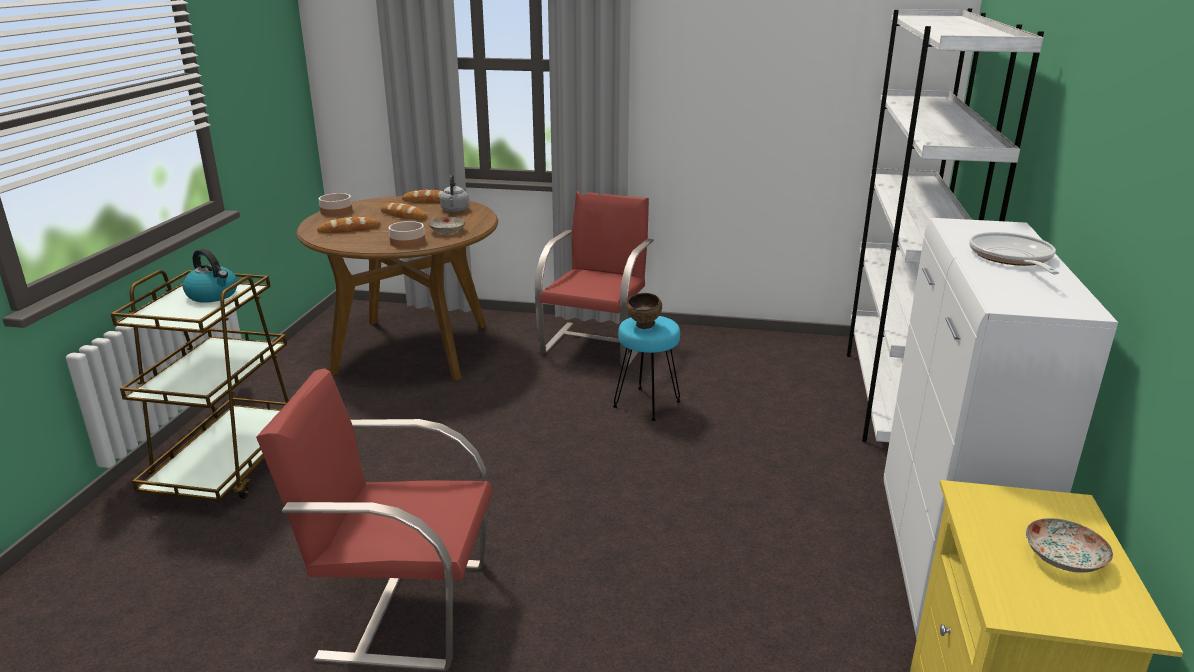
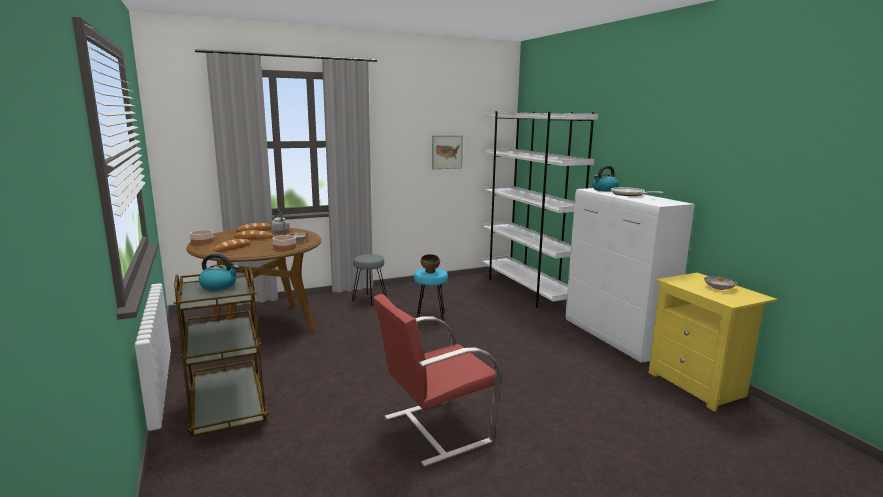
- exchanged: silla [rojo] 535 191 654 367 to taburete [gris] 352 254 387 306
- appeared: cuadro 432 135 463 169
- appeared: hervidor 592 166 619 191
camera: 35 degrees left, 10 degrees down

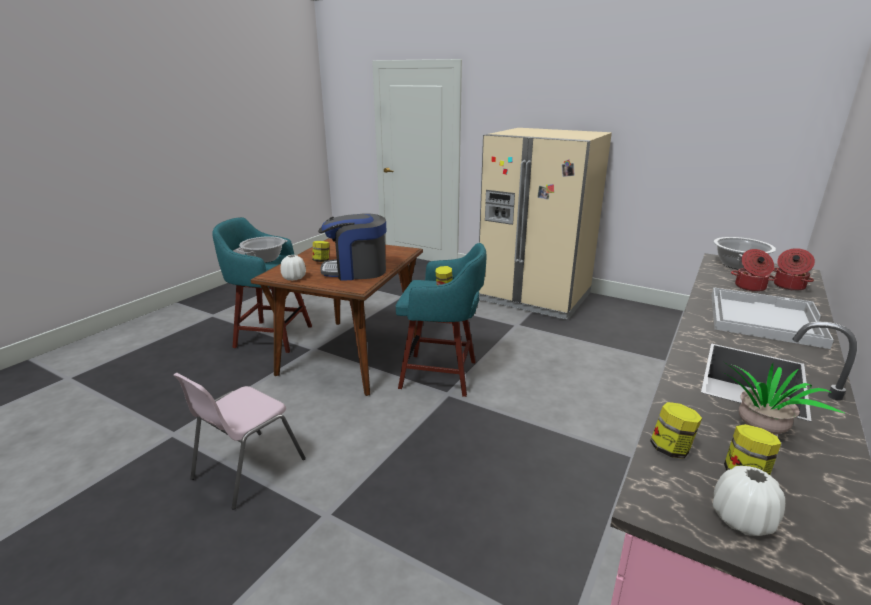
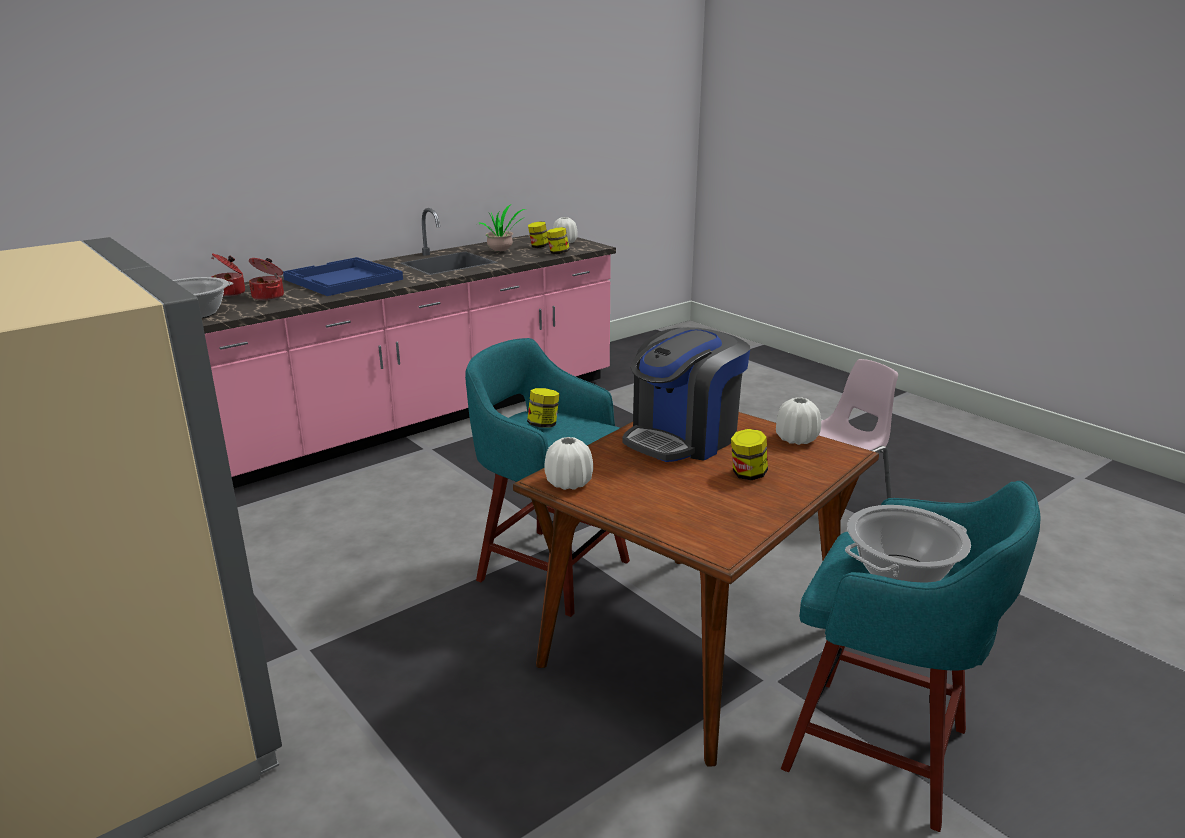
- colour: bandeja [blanco] 712 287 834 349 to bandeja [azul] 283 257 403 296
- appeared: florero [blanco] 544 437 593 490
- spun: cafetera 318 214 387 281 = 622 327 750 462 120 degrees clockwise
camera: 160 degrees left, 0 degrees up

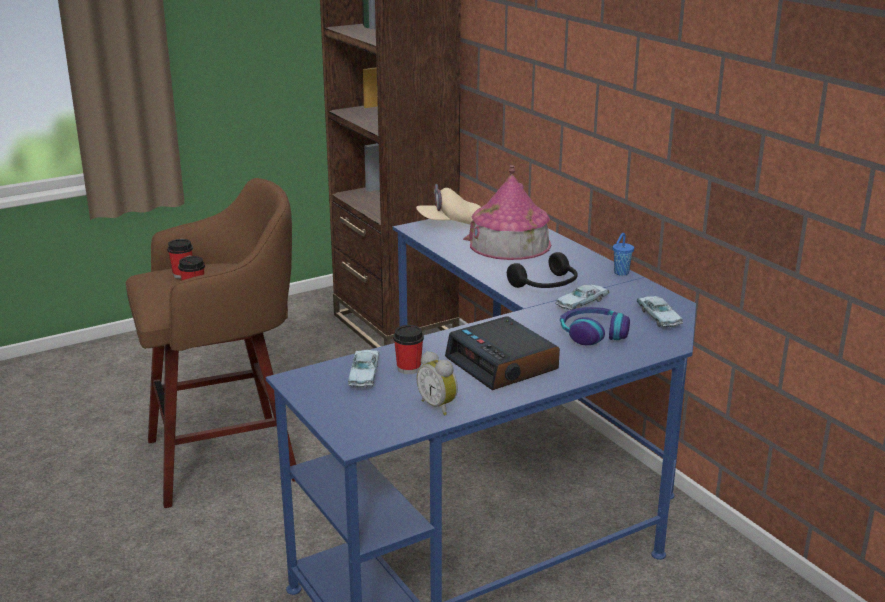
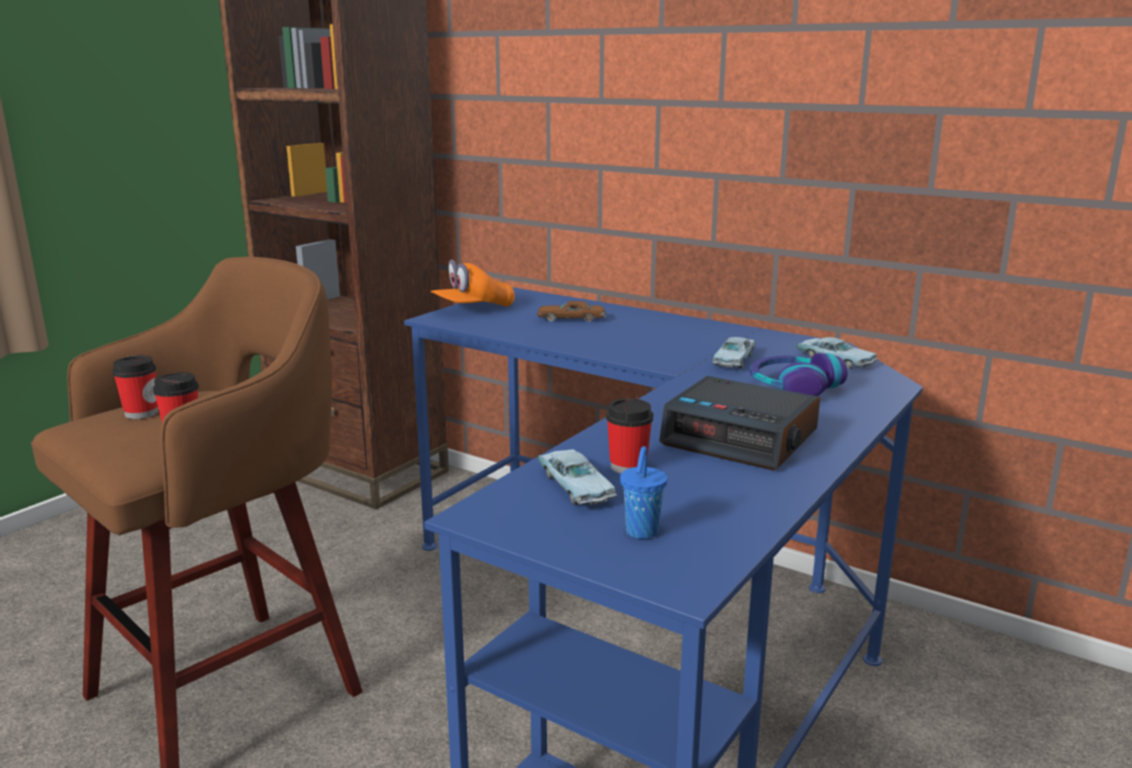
- colour: gorra [beis] 416 184 481 225 to gorra [naranja] 430 260 515 307
- exchanged: casita 463 165 551 260 to coche de juguete [marrón] 537 301 606 322
- relocated: taza [azul] 613 233 634 276 to 620 446 667 539
- missing: despertador 416 351 458 415
- missing: auriculares [negro] 507 252 578 288
camera: 25 degrees left, 5 degrees down

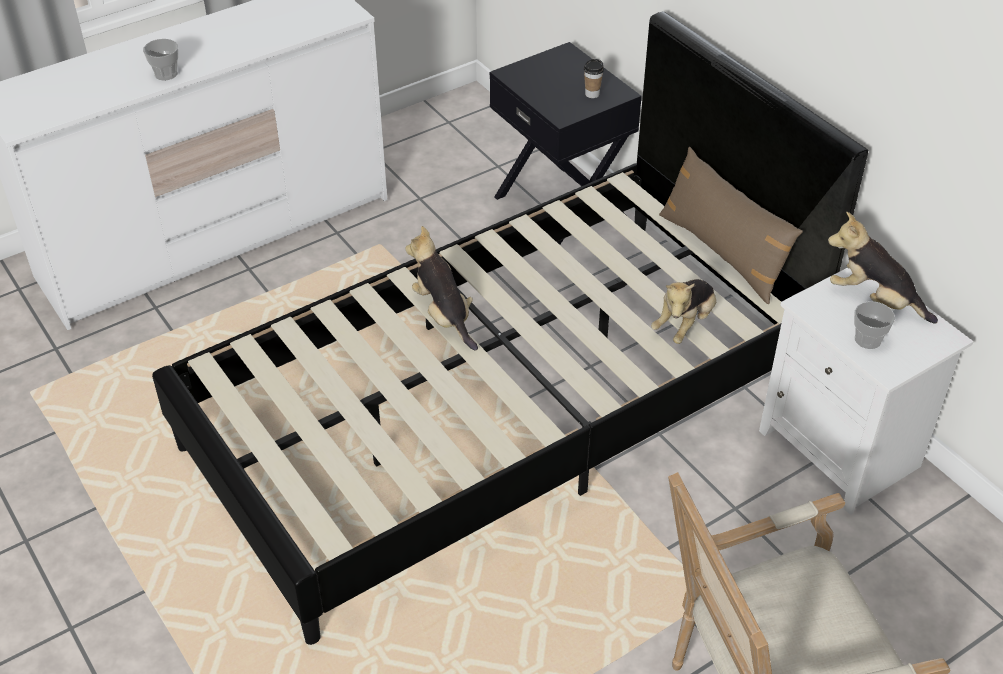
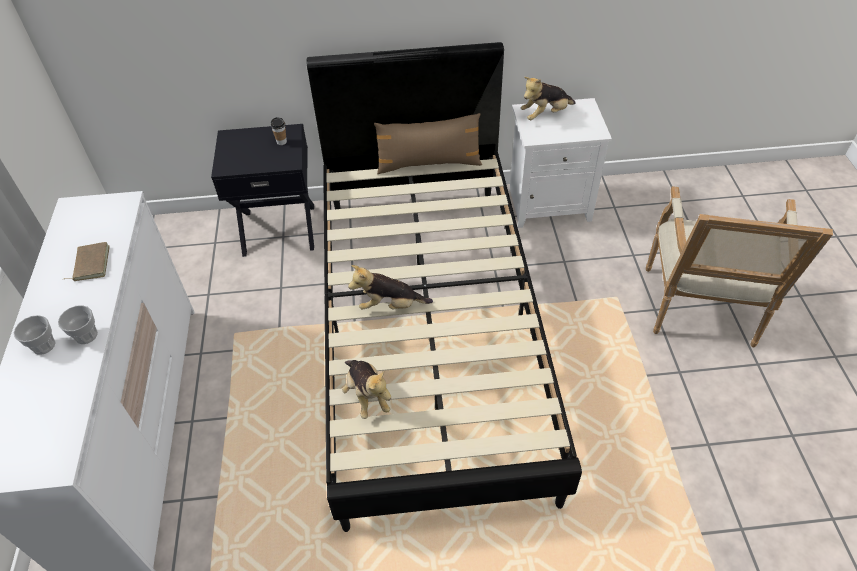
- relocated: taza 854 301 895 349 to 14 315 56 355
- appeared: libro [marrón] 62 242 110 281
- relocated: peluche 651 279 716 344 to 342 360 391 419
camera: 60 degrees left, 5 degrees up

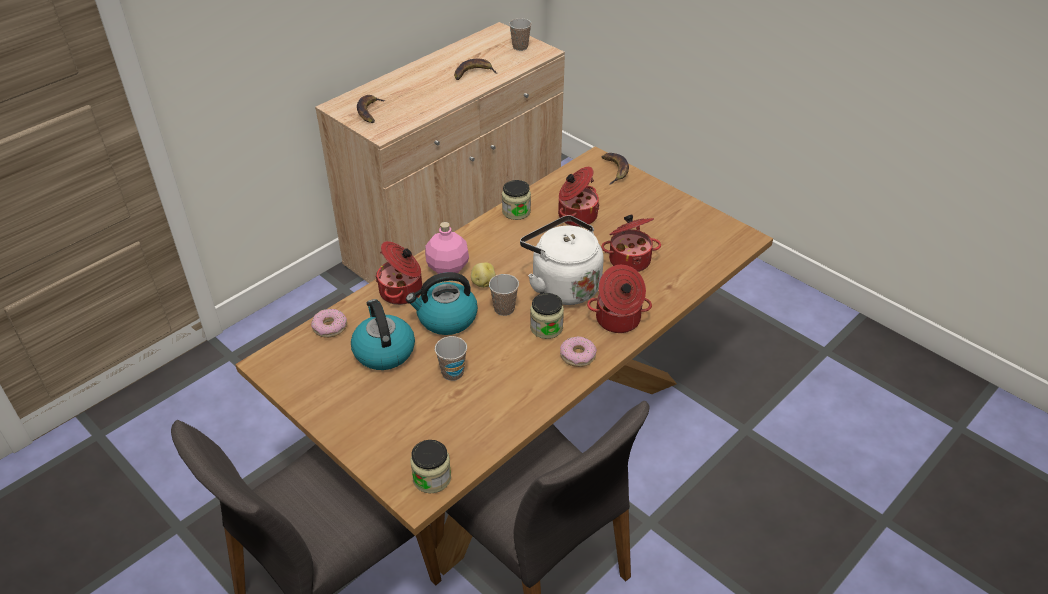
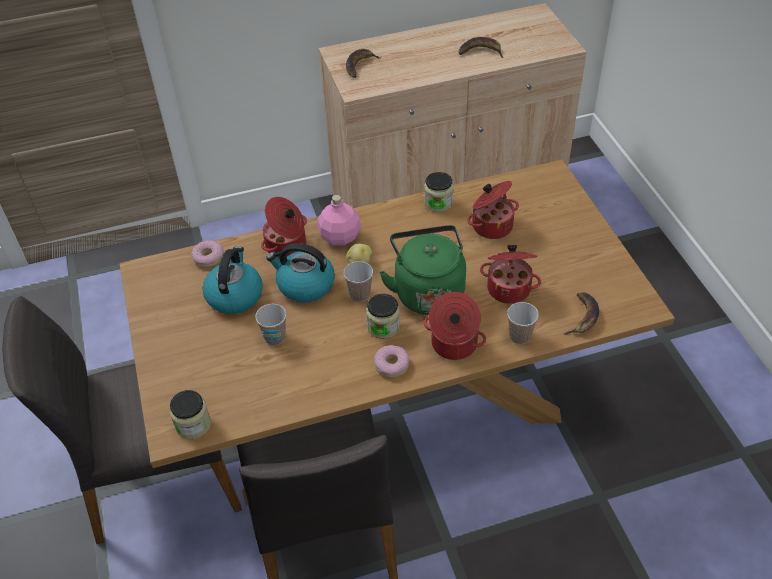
- colour: hervidor [blanco] 520 215 604 305 to hervidor [verde] 379 225 466 315
- relocated: taza 509 18 531 51 to 507 302 539 344
- relocated: plátano 602 153 629 185 to 563 292 599 335
camera: 30 degrees right, 5 degrees up

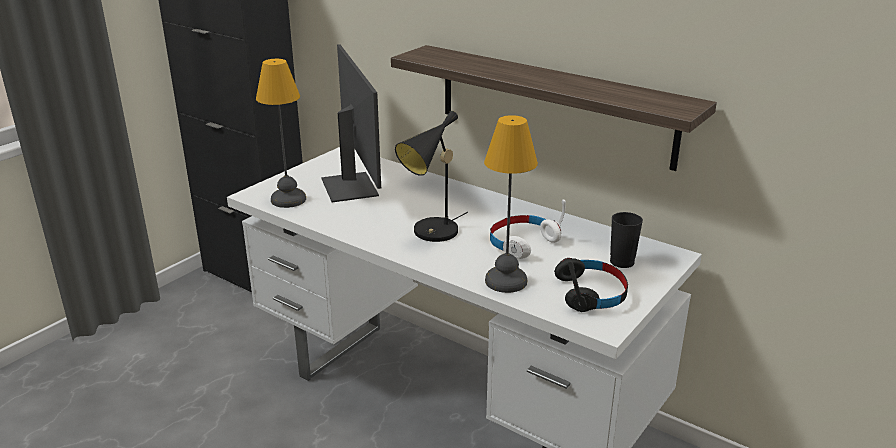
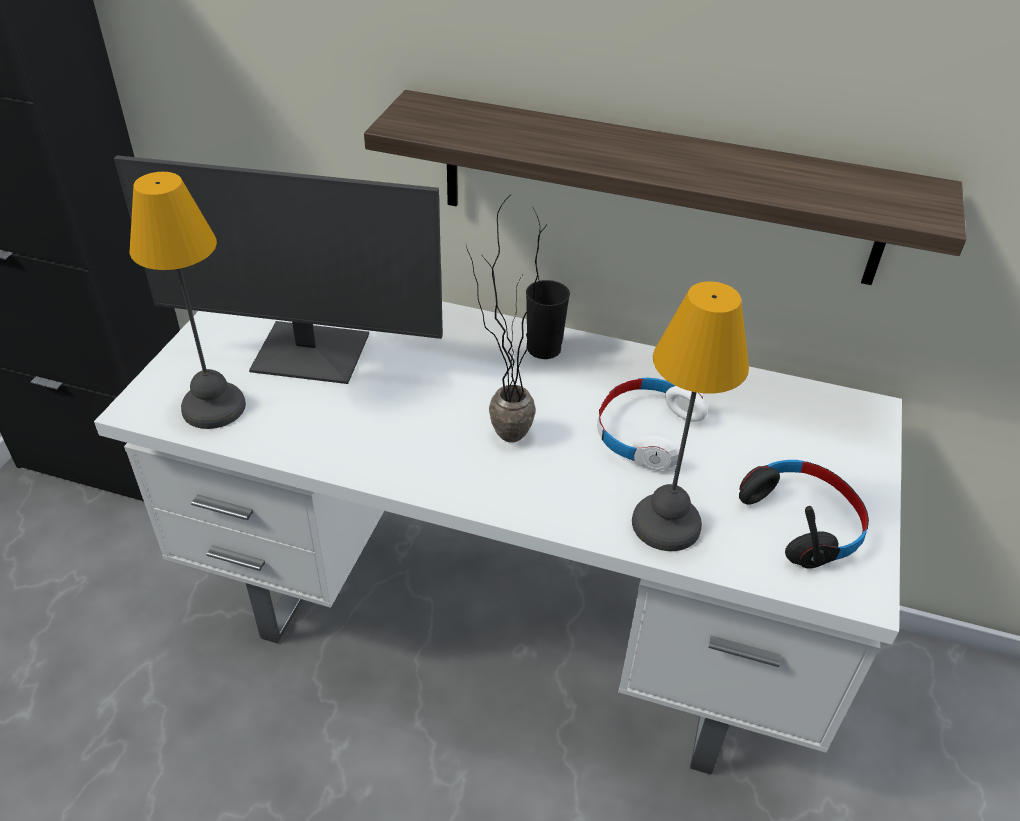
- spun: monitor 321 44 381 203 = 114 155 443 384 135 degrees clockwise
- exchanged: lámpara de mesa [negro] 395 111 468 242 to planta en maceta 465 193 547 443
- relocated: taza [negro] 610 212 643 268 to 526 280 570 359
camera: 20 degrees left, 15 degrees up

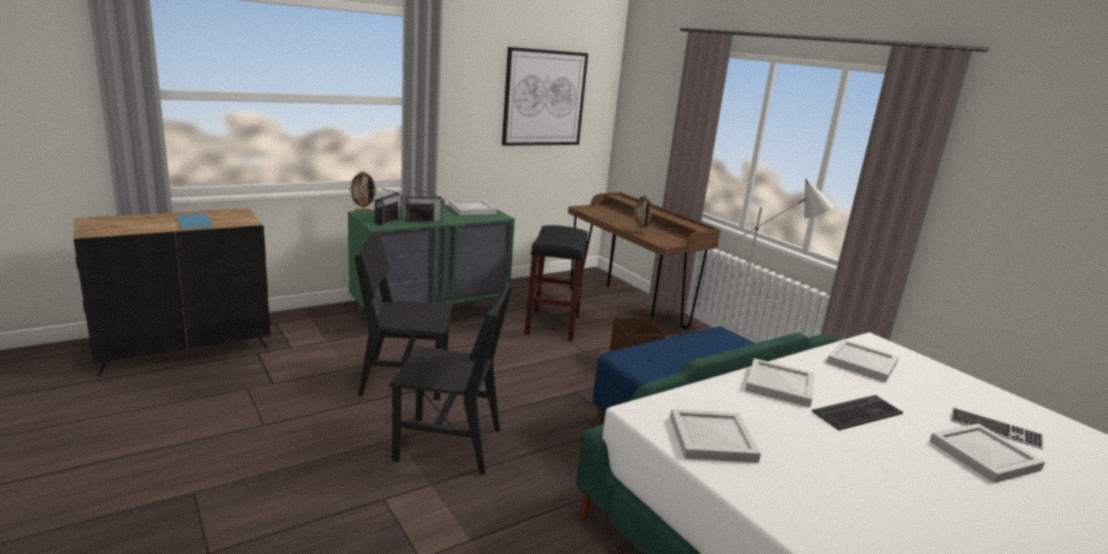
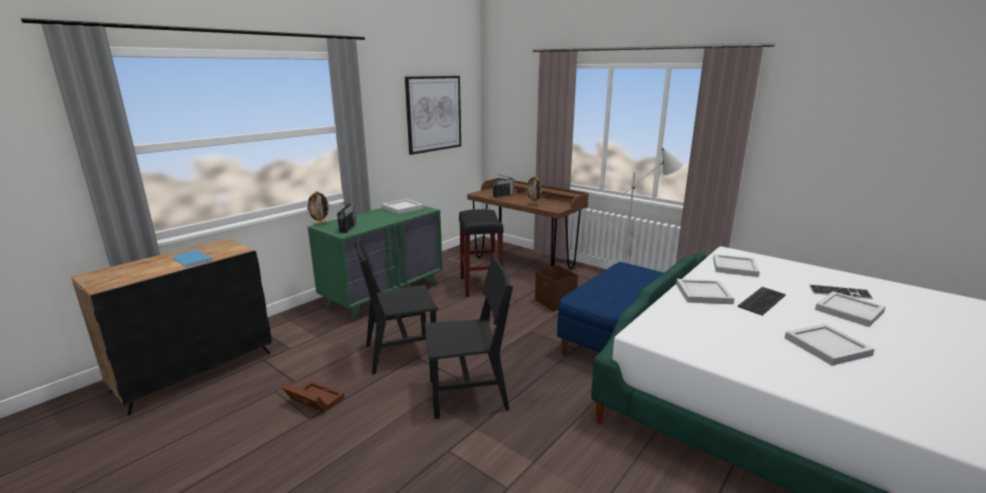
- appeared: caja de almacenaje [marrón] 281 381 344 413
- relocated: radio 403 187 445 223 to 492 174 515 198
- relocated: bandeja [blanco] 670 409 761 463 to 785 324 875 366
camera: 15 degrees left, 0 degrees up

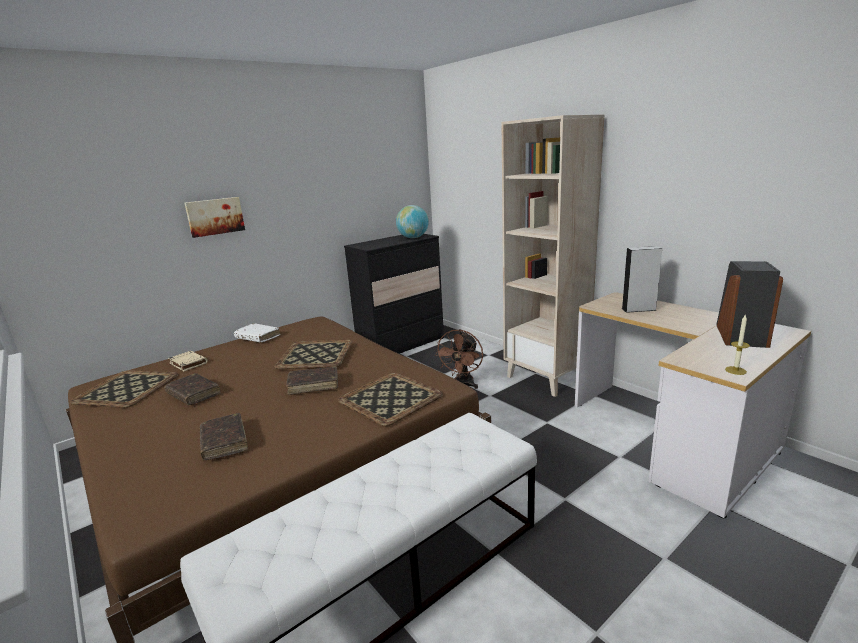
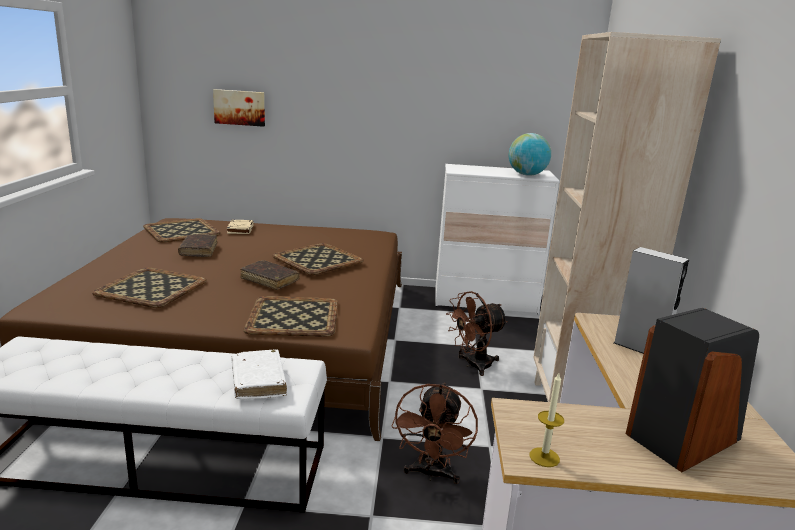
- exchanged: libro [marrón] 200 413 248 460 to bandeja 92 267 207 308
- relocated: cuadro 184 197 245 238 to 213 89 265 127
- relocated: libro [blanco] 234 323 280 343 to 232 349 287 399
- appeared: ventilador [marrón] 391 382 478 484
- colour: cómoda [negro] 344 234 444 354 to cómoda [blanco] 435 164 560 314
camera: 40 degrees right, 0 degrees up

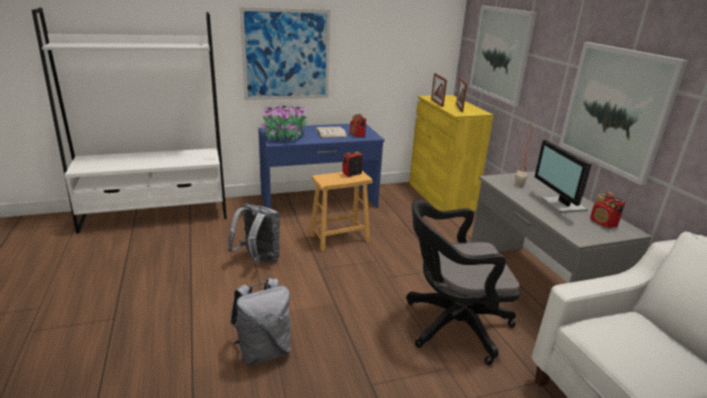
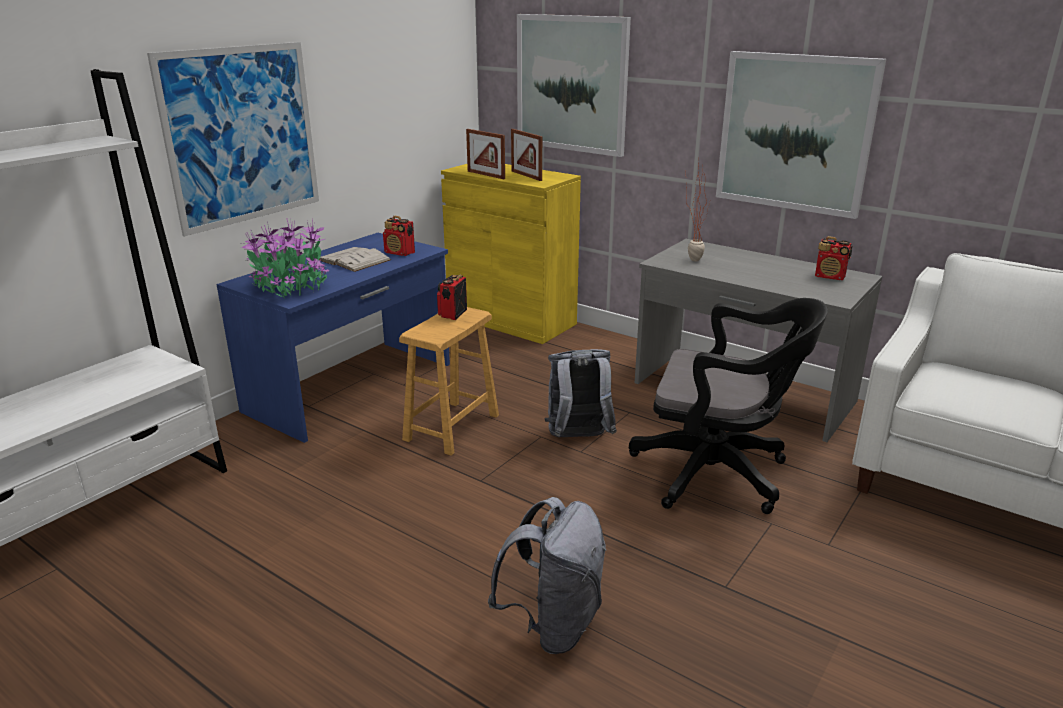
- relocated: mochila [gris] 228 204 280 264 to 544 349 617 437
- spun: silla de oficina [negro] 406 199 520 365 = 629 298 828 514 120 degrees counterclockwise
- missing: monitor 535 140 592 213
camera: 35 degrees left, 0 degrees up

